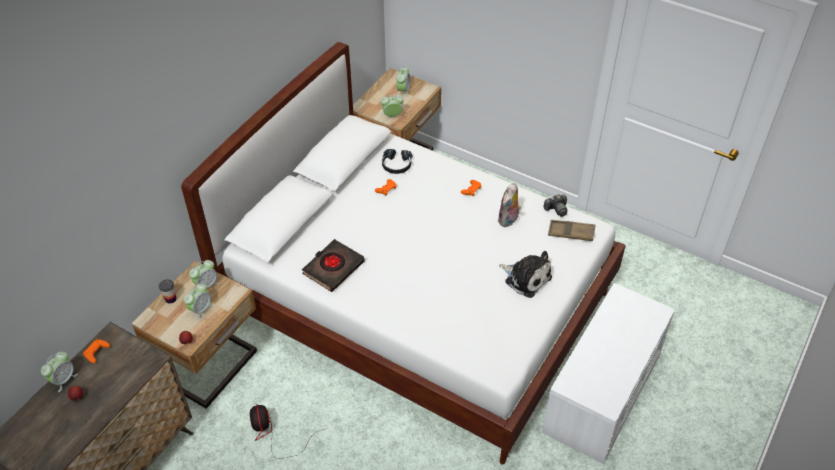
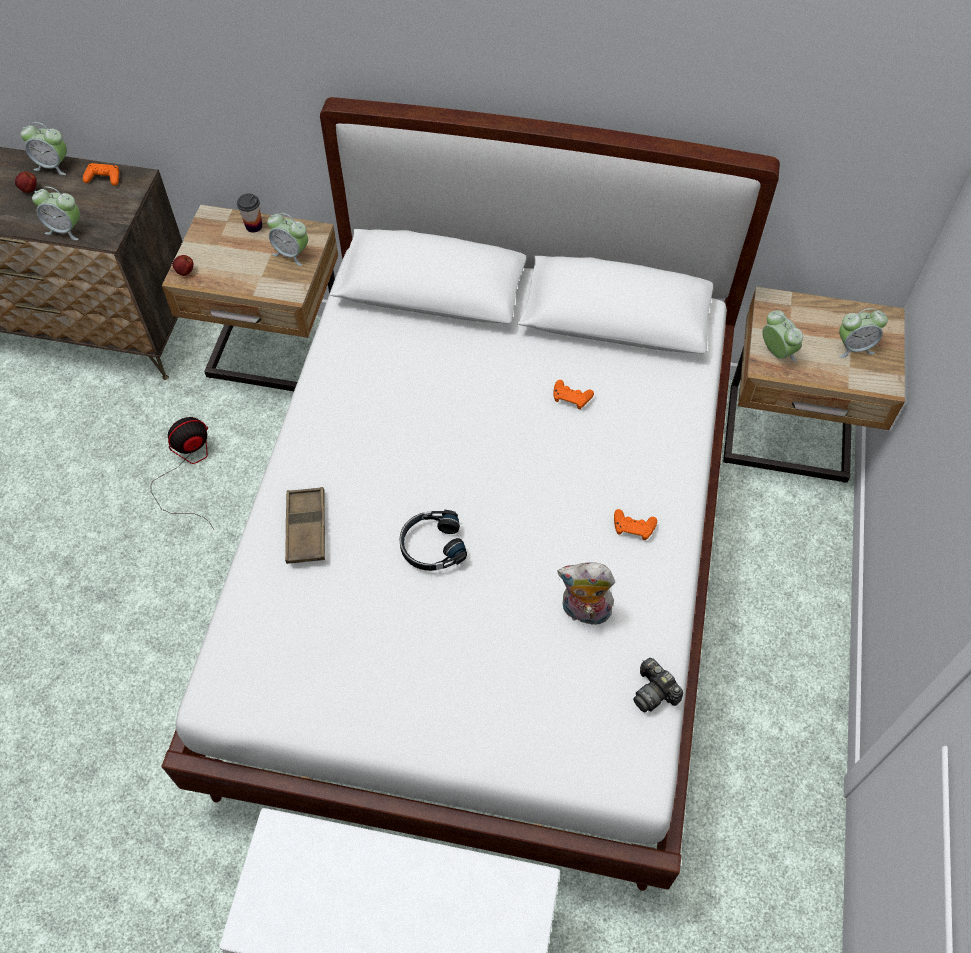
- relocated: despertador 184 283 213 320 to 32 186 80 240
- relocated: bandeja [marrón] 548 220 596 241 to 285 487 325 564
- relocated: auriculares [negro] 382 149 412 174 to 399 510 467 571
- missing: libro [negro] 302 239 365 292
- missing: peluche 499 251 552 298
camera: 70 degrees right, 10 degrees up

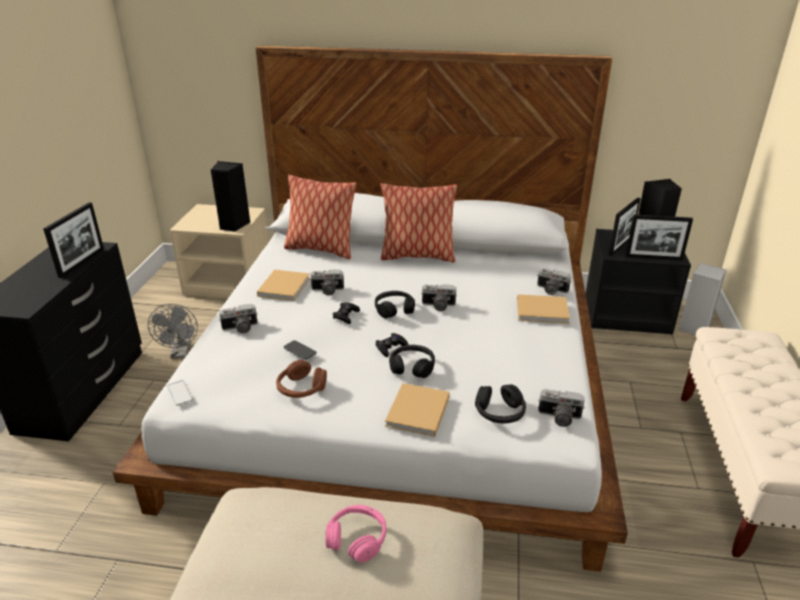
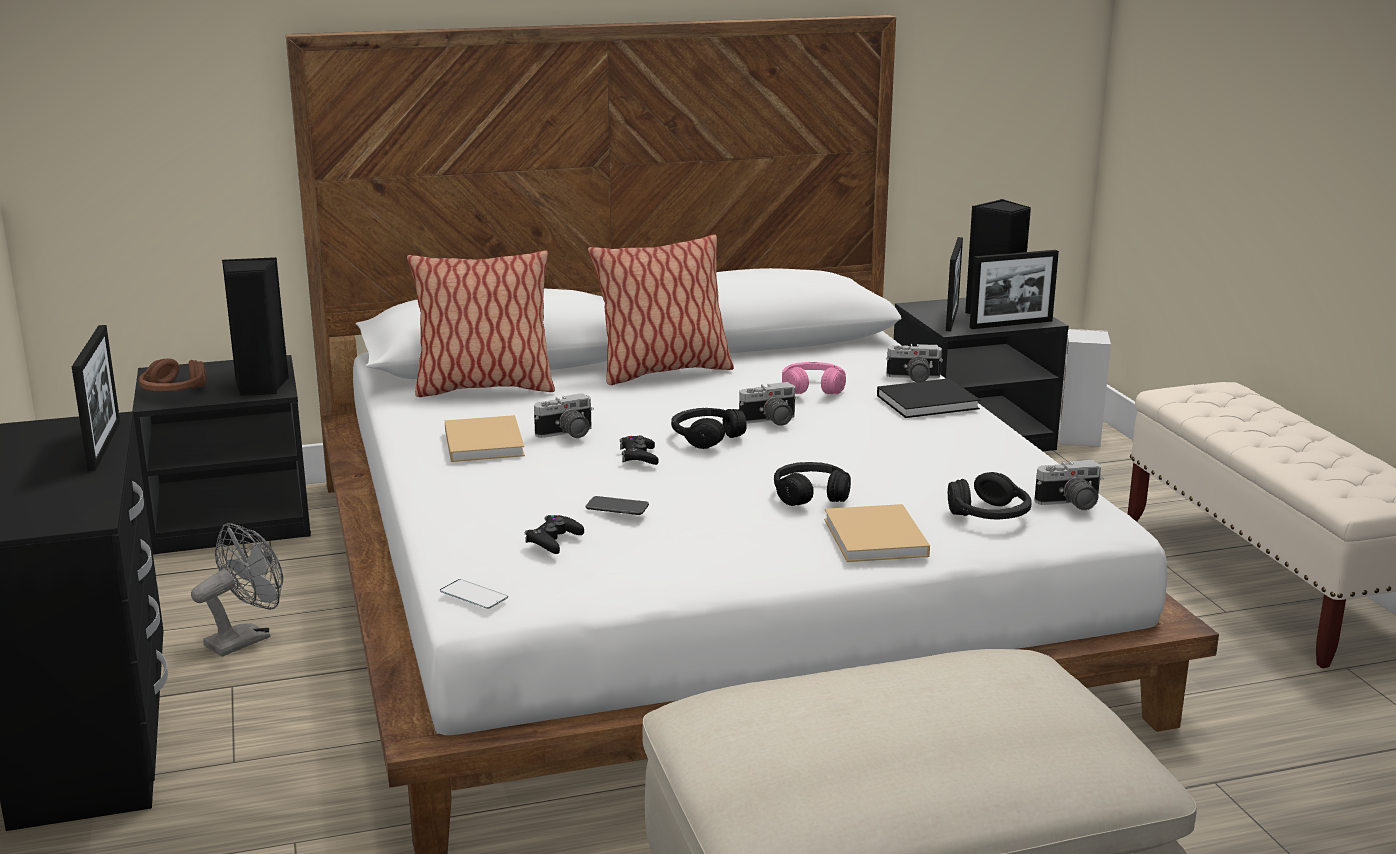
- colour: mesita de noche [beis] 169 204 269 299 to mesita de noche [negro] 132 355 311 555
- relocated: auriculares [marrón] 276 360 327 398 to 139 358 206 391
- spun: ventilador [gris] 148 304 198 359 = 191 523 283 657 105 degrees counterclockwise
- relocated: mando de consola [negro] 375 333 408 357 to 525 515 584 554
- relocated: auriculares [rosa] 325 505 386 562 to 782 362 846 395
- colour: libro [beis] 517 294 570 324 to libro [negro] 877 378 980 418
- missing: cámara 219 304 258 334
camera: 25 degrees left, 10 degrees down

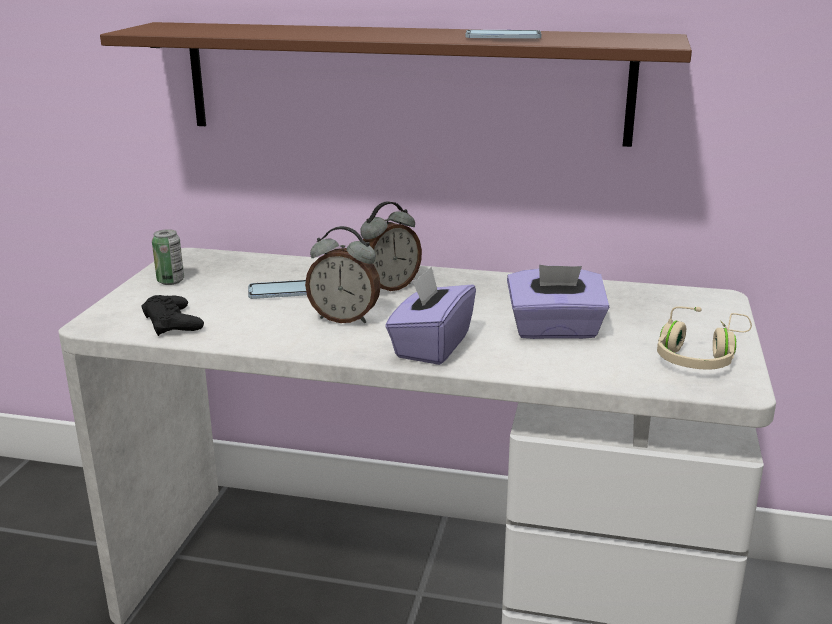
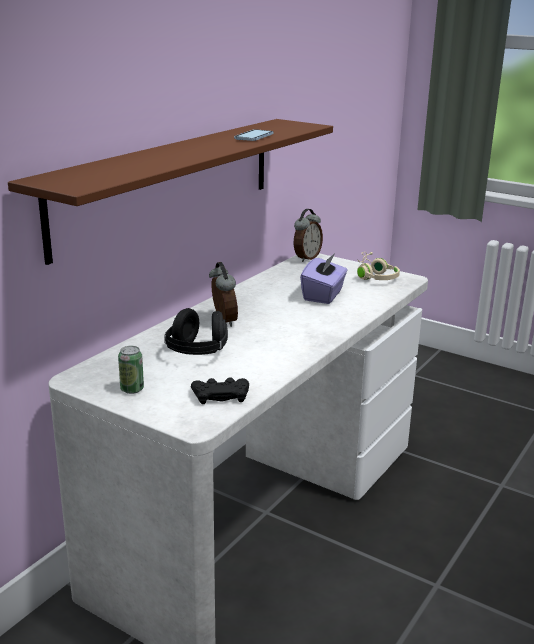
- exchanged: móvil 248 280 307 299 to auriculares [negro] 164 308 228 355
- relocated: despertador 305 226 381 323 to 294 209 323 262
- missing: caja de pañuelos [morado] 385 267 476 365
camera: 70 degrees left, 0 degrees up

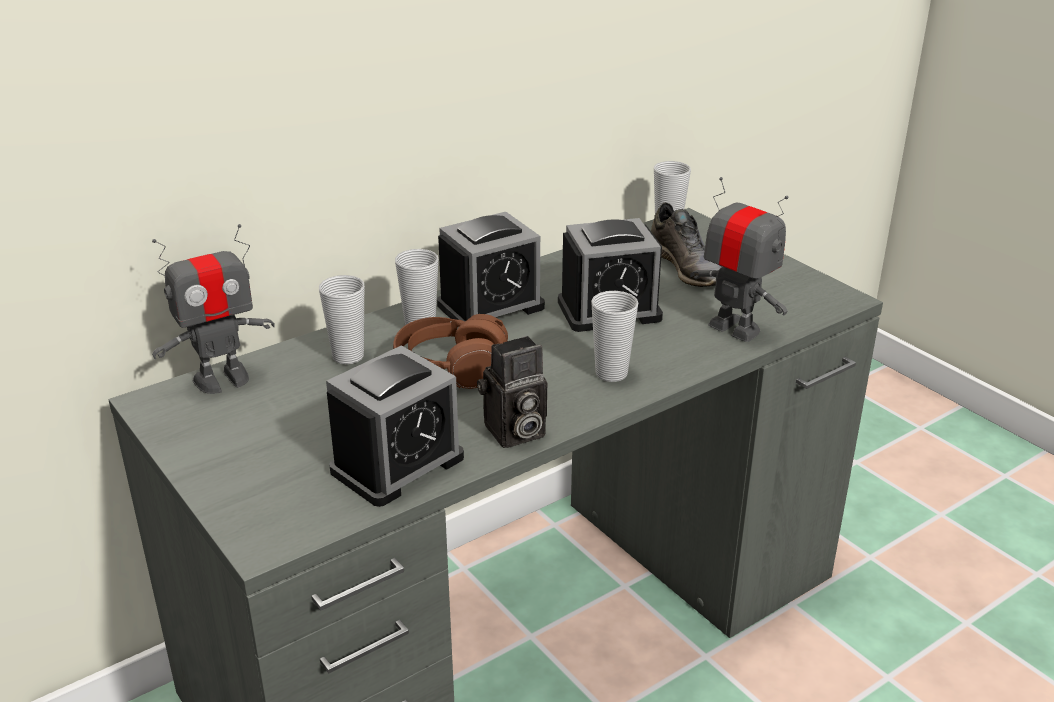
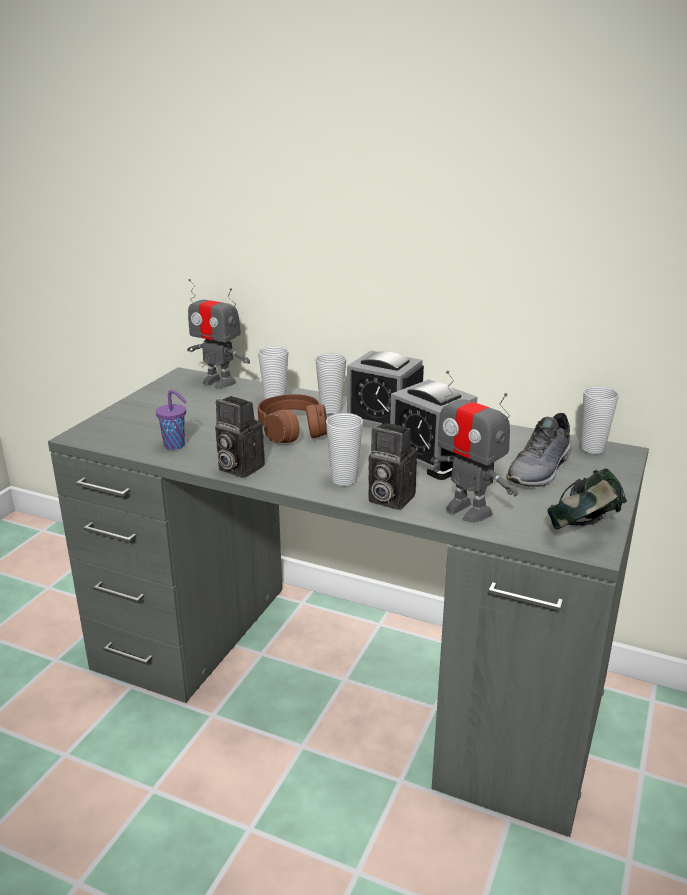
- exchanged: despertador 326 345 464 507 to taza [morado] 156 390 187 450
- appeared: cámara 368 423 417 510
- spun: robot de juguete 690 177 788 342 = 431 371 518 522 120 degrees clockwise
- appeared: auriculares 547 468 627 529
camera: 60 degrees right, 5 degrees down

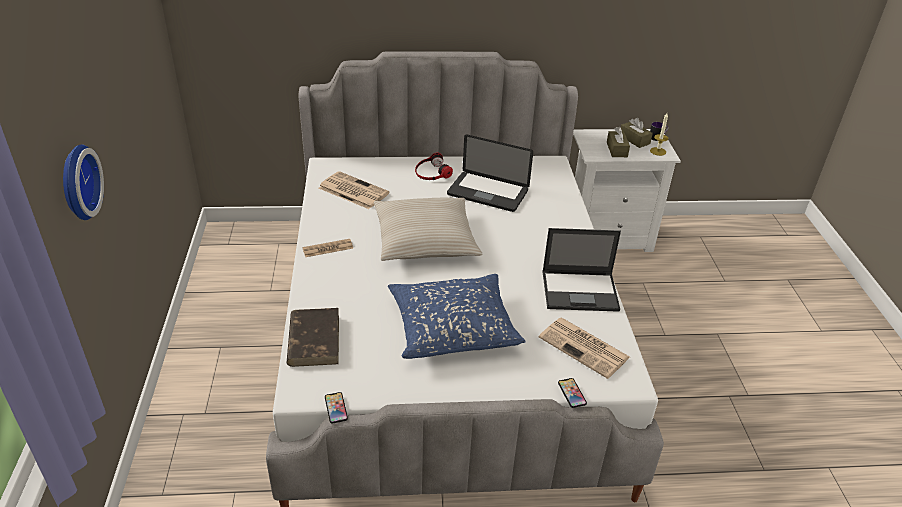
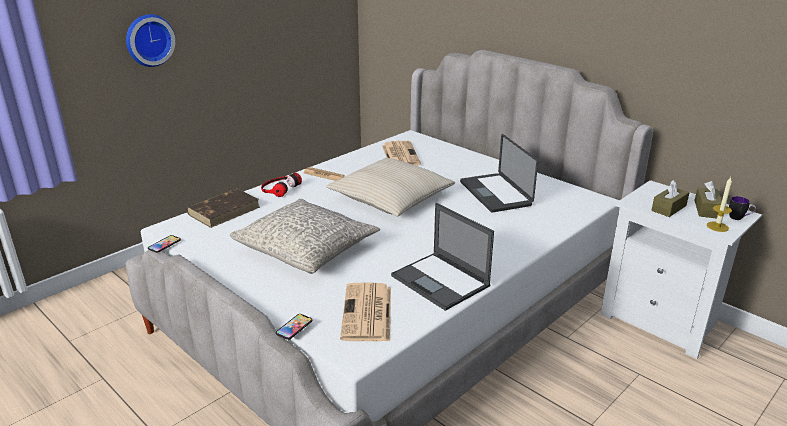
- colour: cojín [azul] 388 274 526 359 to cojín [gris] 230 199 380 274
- relocated: auriculares 415 152 453 180 to 261 173 302 197
camera: 50 degrees right, 10 degrees down

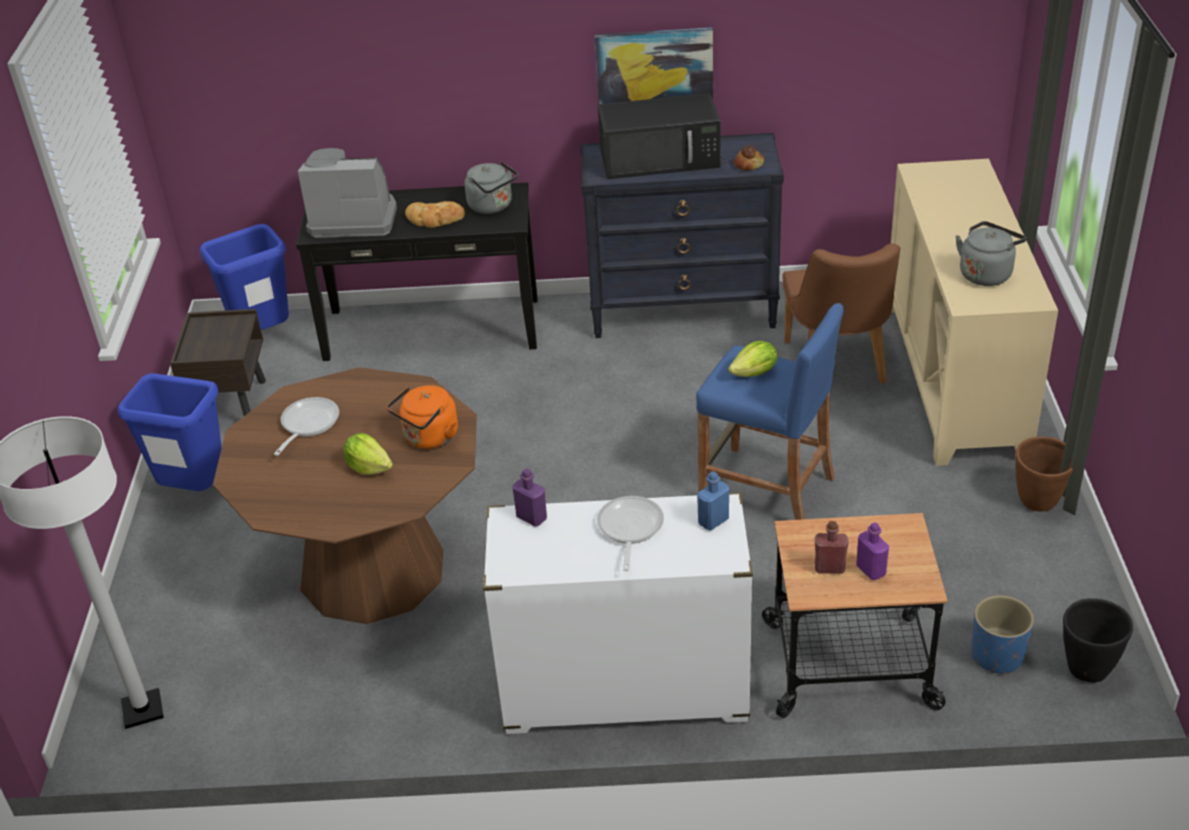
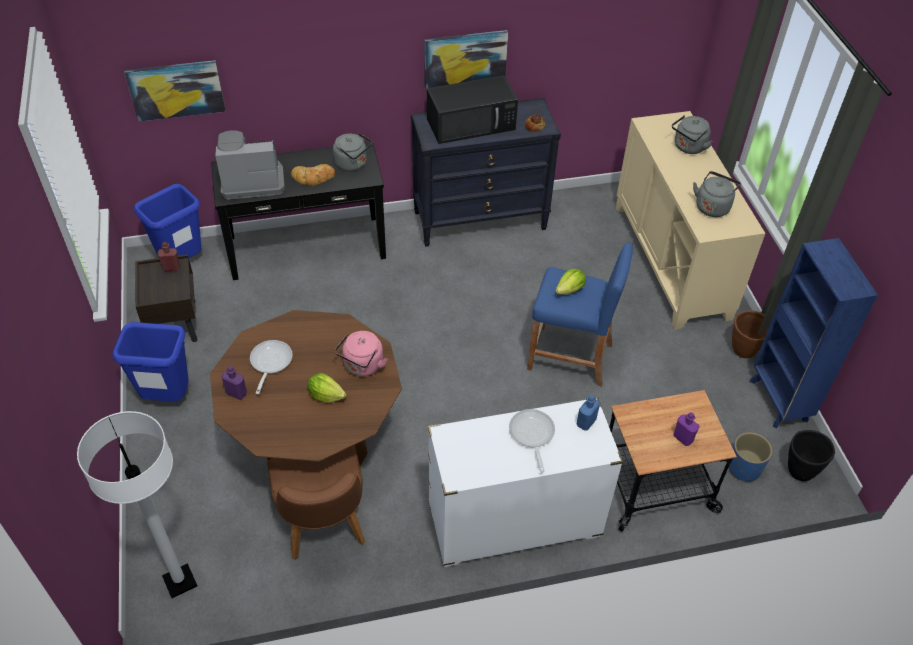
- appeared: cuadro 124 60 226 122
- relocated: botella [rojo] 815 521 849 574 to 158 242 180 271
- relocated: botella [morado] 512 469 547 527 to 222 366 247 400
- relocated: silla [marrón] 782 243 900 384 to 267 445 365 560
- colour: hervidor [naranja] 387 385 458 449 to hervidor [rosa] 335 331 388 376
- appeared: hervidor [gris] 672 115 713 154
- appeared: estantería [azul] 749 238 878 428
camera: 15 degrees left, 10 degrees up

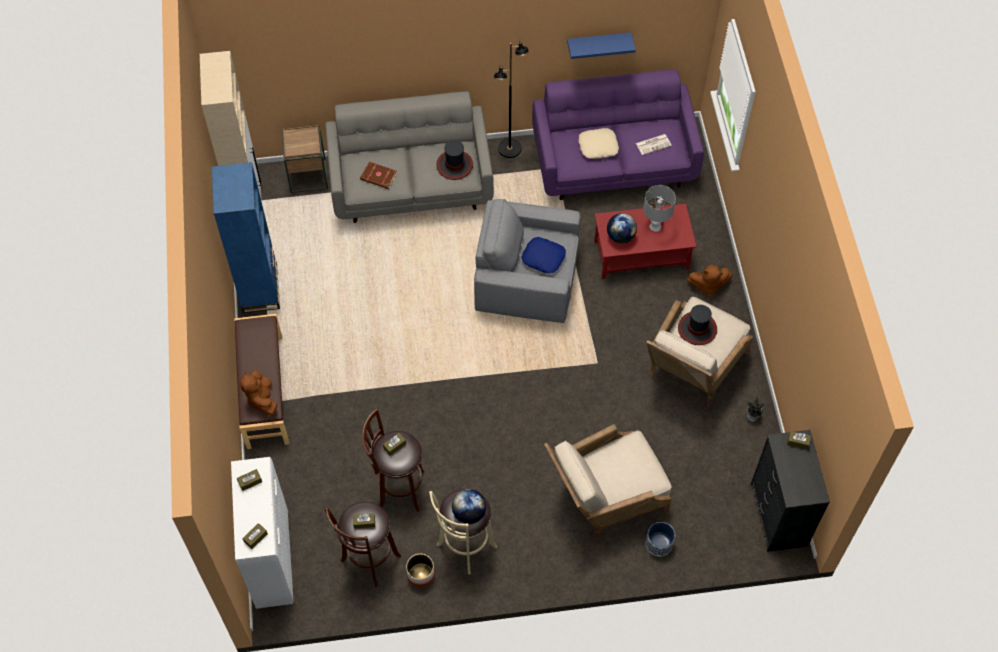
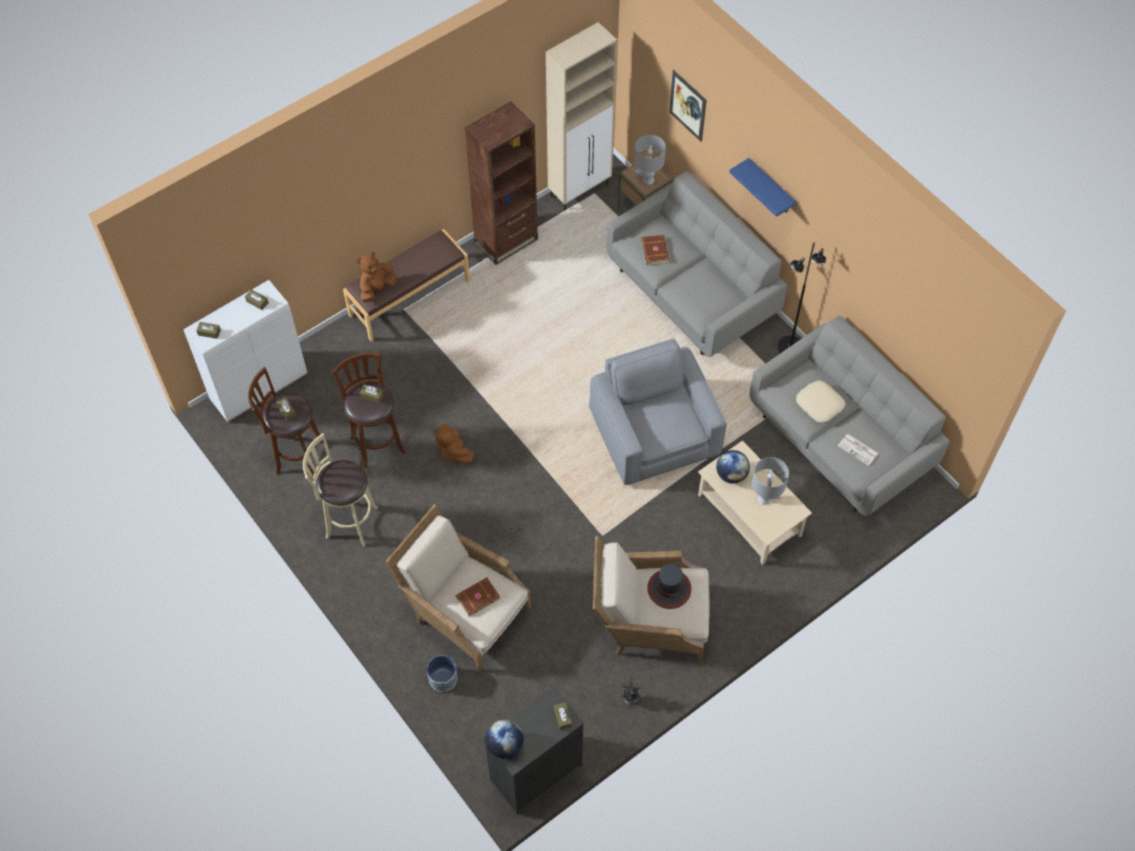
- relocated: peluche [marrón] 687 265 732 297 to 436 424 474 464
- appeared: libro [marrón] 455 577 500 616
- colour: estantería [azul] 212 162 280 313 to estantería [marrón] 465 102 538 265
- relocated: globo terráqueo 452 489 486 524 to 485 719 524 759
- appeared: lámpara de mesa [gris] 634 135 666 185
- appeared: cuadro 669 70 707 142
- colour: mesa de centro [rojo] 594 204 697 279 to mesa de centro [beis] 698 441 812 565
- relocated: estante [azul] 567 32 636 59 to 729 158 796 217
- colour: sofá [morado] 532 69 704 200 to sofá [gris] 750 316 949 516
- missing: maceta 406 554 435 588
- missing: sombrero 436 140 473 180
- missing: cojín [azul] 521 237 566 274
camera: 60 degrees right, 0 degrees up

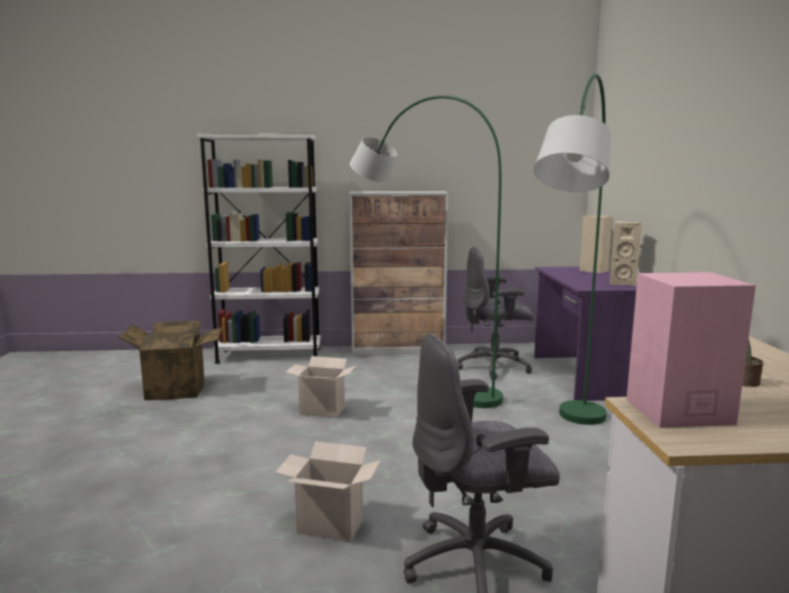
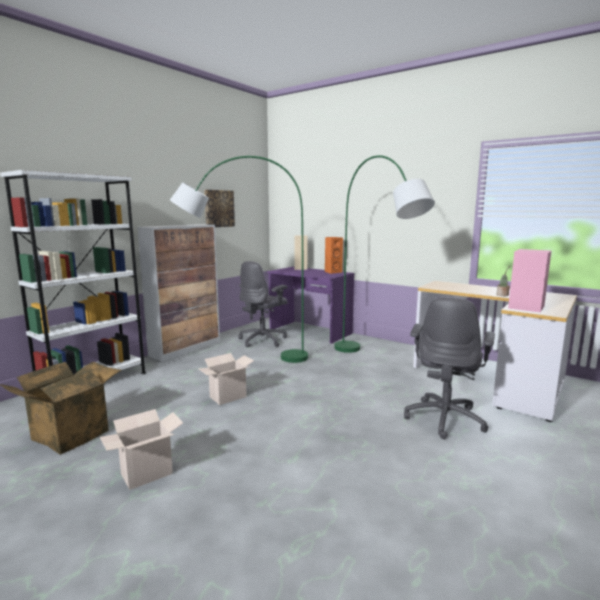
- relocated: caja de cartón 275 441 381 542 to 100 409 183 490
- appeared: cuadro 204 190 235 227
- colour: altavoz [beis] 609 221 642 286 to altavoz [naranja] 325 237 343 274
camera: 50 degrees left, 0 degrees up

